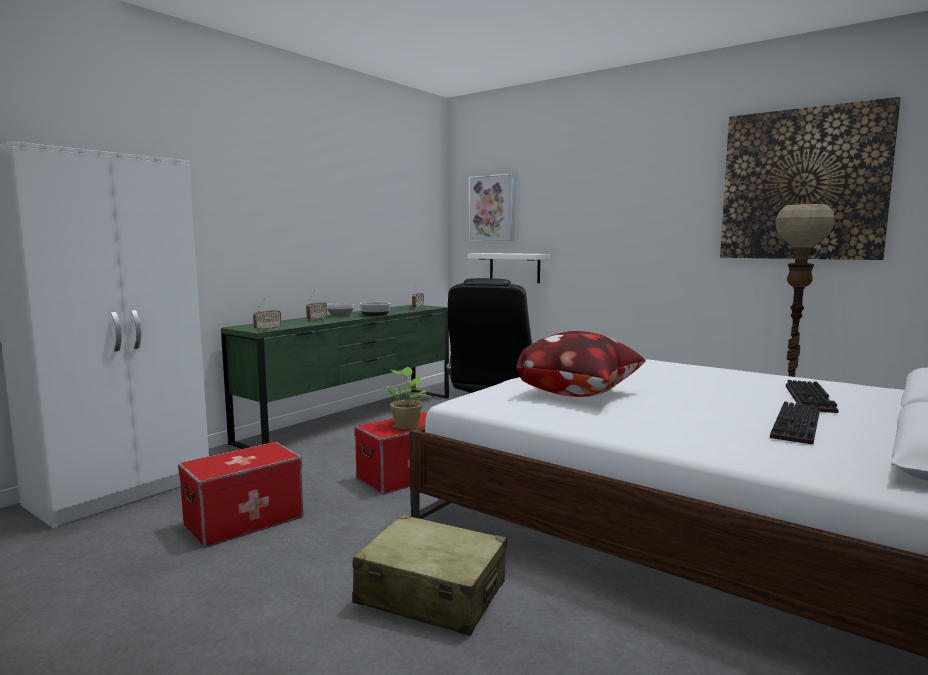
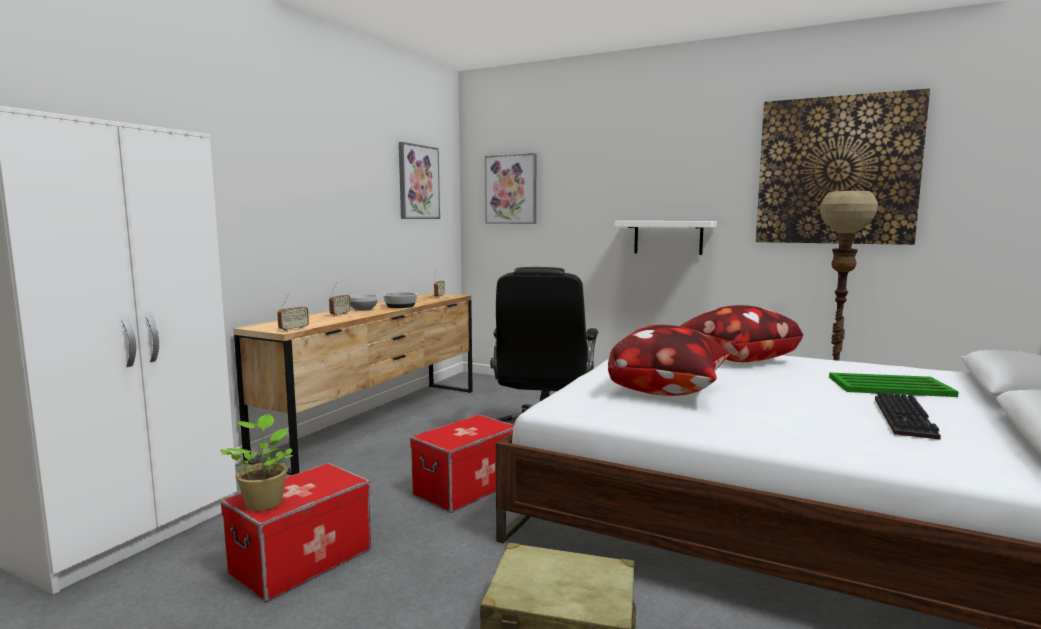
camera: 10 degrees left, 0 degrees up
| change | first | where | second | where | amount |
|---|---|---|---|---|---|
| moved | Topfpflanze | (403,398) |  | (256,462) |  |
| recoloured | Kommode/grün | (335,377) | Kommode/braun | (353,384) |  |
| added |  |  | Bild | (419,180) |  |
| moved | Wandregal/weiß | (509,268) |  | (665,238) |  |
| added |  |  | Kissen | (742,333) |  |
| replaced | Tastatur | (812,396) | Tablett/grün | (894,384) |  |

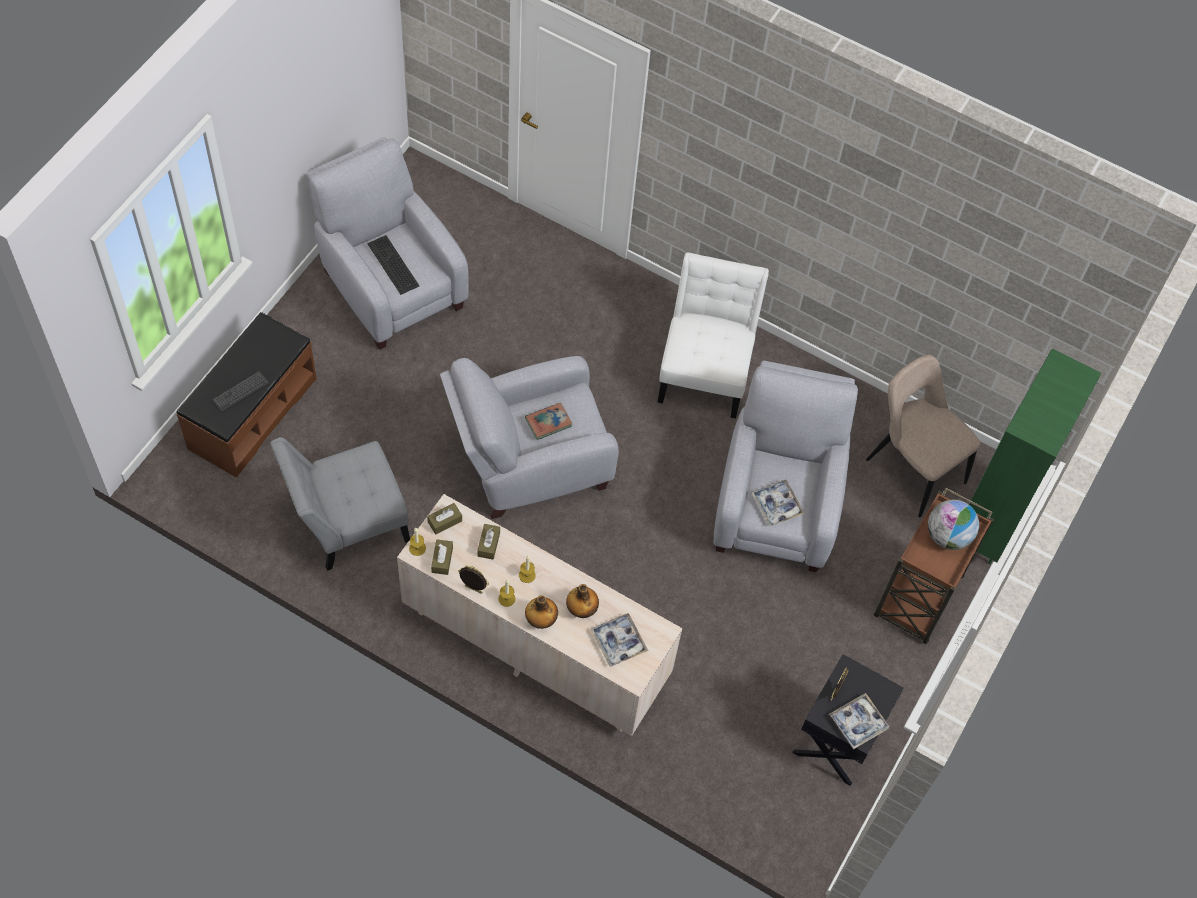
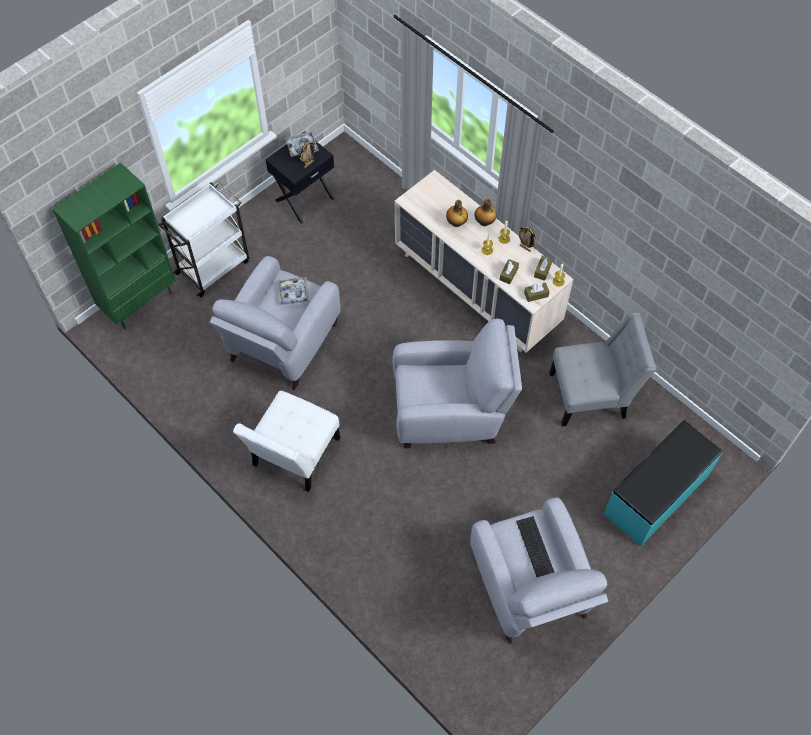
camera: 160 degrees left, 0 degrees up
| change | first | where | second | where | amount |
|---|---|---|---|---|---|
| recoloured | Rollwagen/braun | (934,566) | Rollwagen/weiß | (203,239) |  |
| recoloured | Bank/braun | (246,395) | Bank/türkis | (663,483) |  |
| removed | Tastatur | (240,392) |  |  |  |
| removed | Buch | (548,421) |  |  |  |
| removed | Tablett | (619,640) |  |  |  |
| removed | Stuhl/beige | (923,436) |  |  |  |
| removed | Globus | (953,525) |  |  |  |

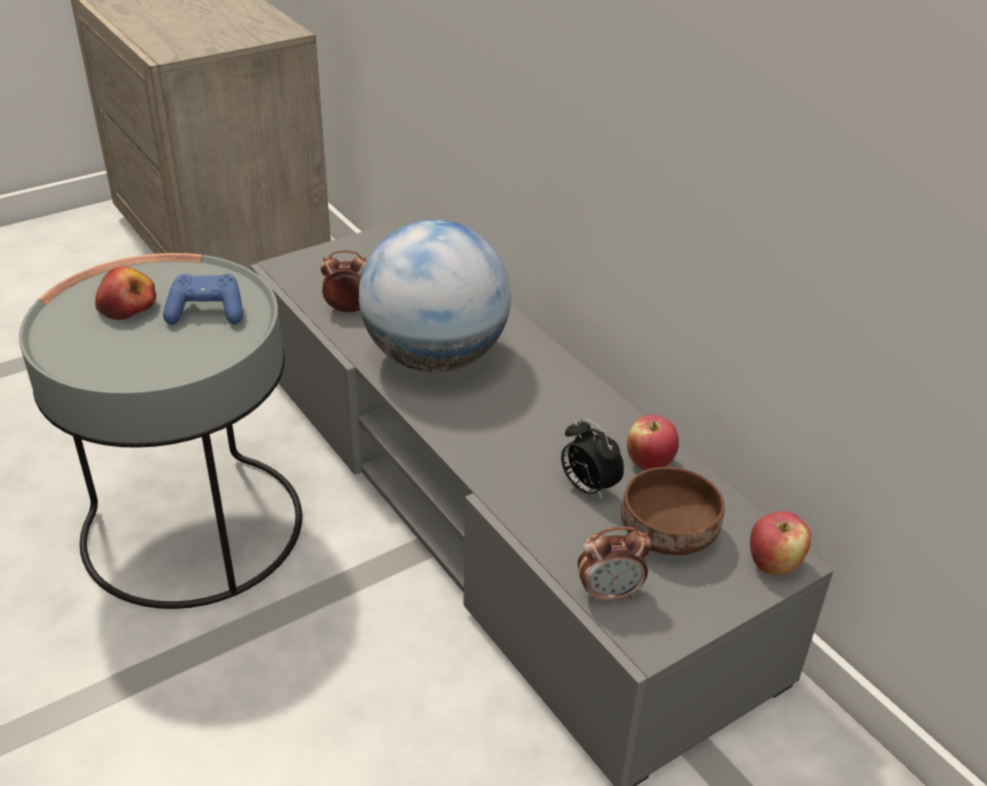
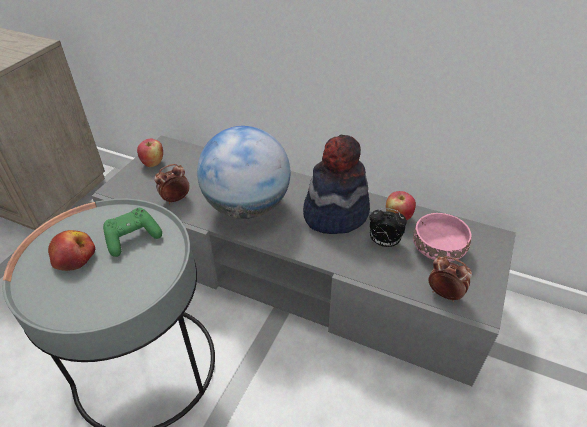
camera: 30 degrees left, 5 degrees up
| change | first | where | second | where | amount |
|---|---|---|---|---|---|
| recoloured | Gamepad/blau | (203,299) | Gamepad/grün | (132,232) |  |
| moved | Apfel | (780,543) |  | (150,152) |  |
| added |  |  | Hut | (336,184) |  |
| recoloured | Schüssel/braun | (673,511) | Schüssel/rosa | (442,237) |  |
| turned | Wecker | (614,565) |  | (450,279) | 105 degrees counterclockwise |

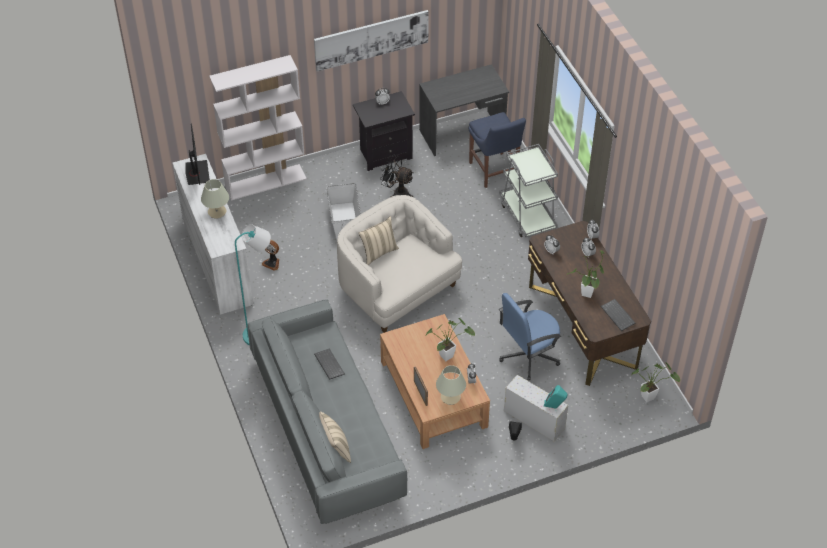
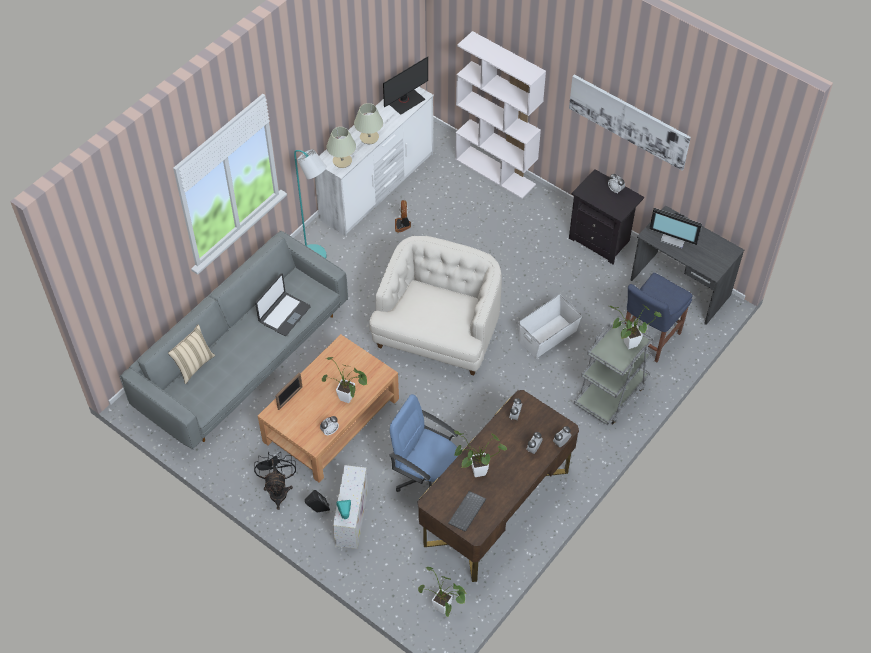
camera: 60 degrees right, 5 degrees up
| change | first | where | second | where | amount |
|---|---|---|---|---|---|
| moved | Ventilator/schwarz | (396,176) |  | (275,481) |  |
| replaced | Tastatur | (329,364) | Laptop | (283,304) |  |
| moved | Tischlampe/beige | (451,385) |  | (341,147) |  |
| moved | Aufbewahrungsbox/weiß | (343,211) |  | (550,326) |  |
| added |  |  | Topfpflanze | (635,326) |  |
| added |  |  | Monitor | (675,228) |  |
| removed | Kissen/beige | (379,240) |  |  |  |

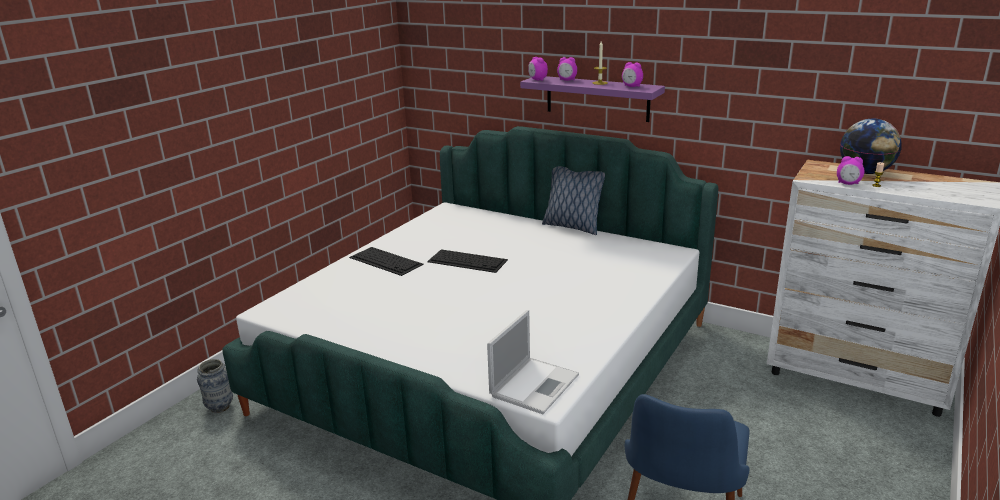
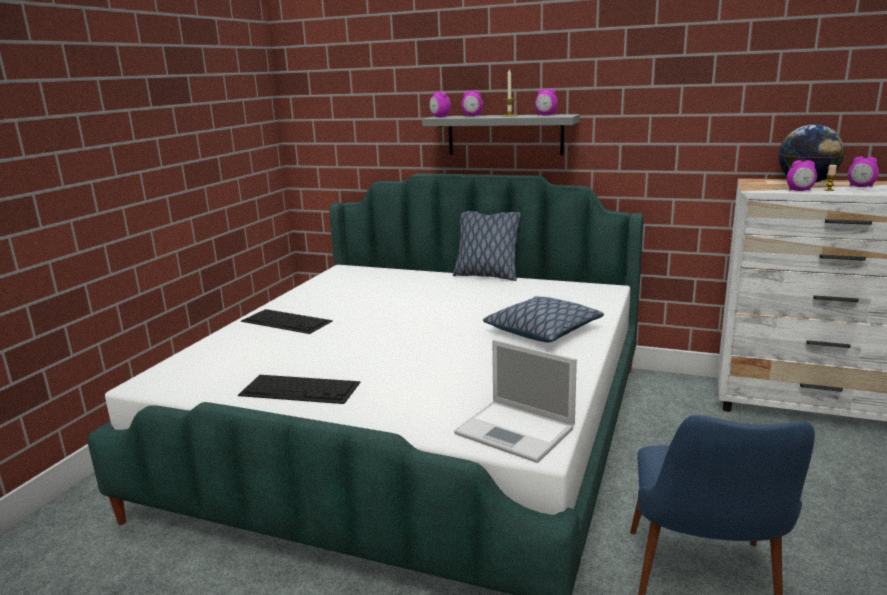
camera: 10 degrees left, 5 degrees down
| change | first | where | second | where | amount |
|---|---|---|---|---|---|
| moved | Tastatur | (467,261) |  | (299,389) |  |
| recoloured | Wandregal/lila | (592,99) | Wandregal/grau | (501,134) |  |
| turned | Laptop | (533,362) |  | (515,401) | 105 degrees clockwise |
| added |  |  | Kissen | (543,319) |  |
| added |  |  | Wecker | (863,171) |  |
| removed | Vase | (215,386) |  |  |  |

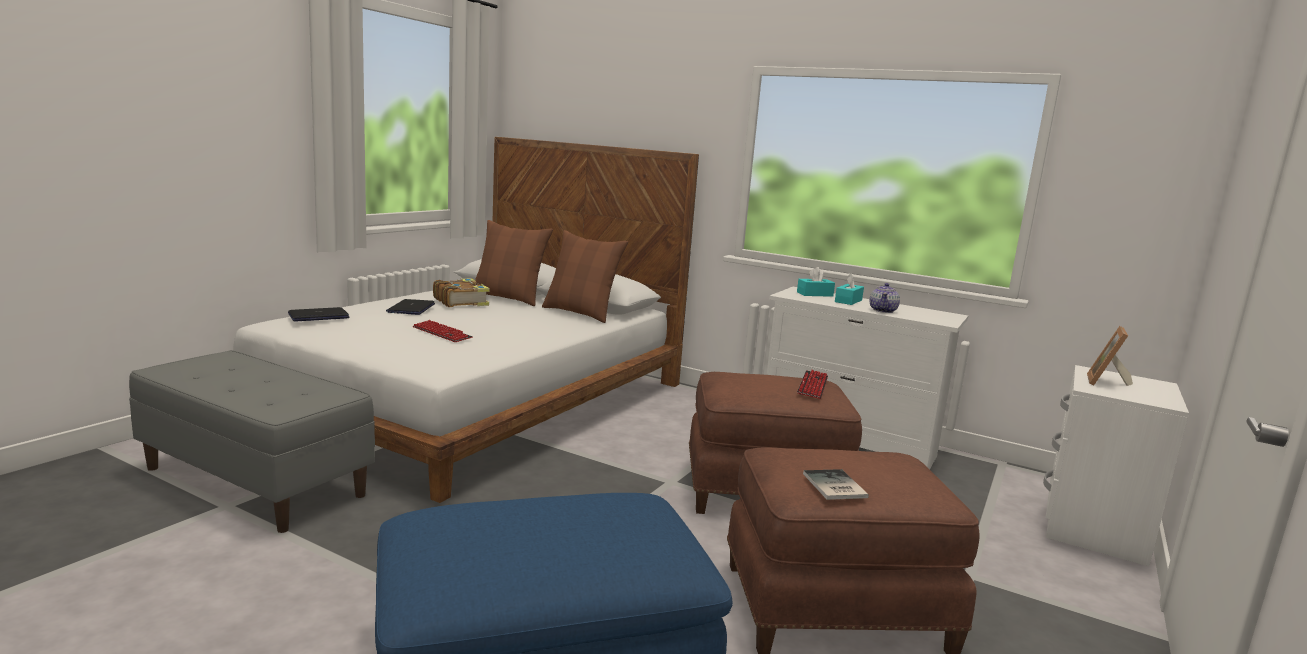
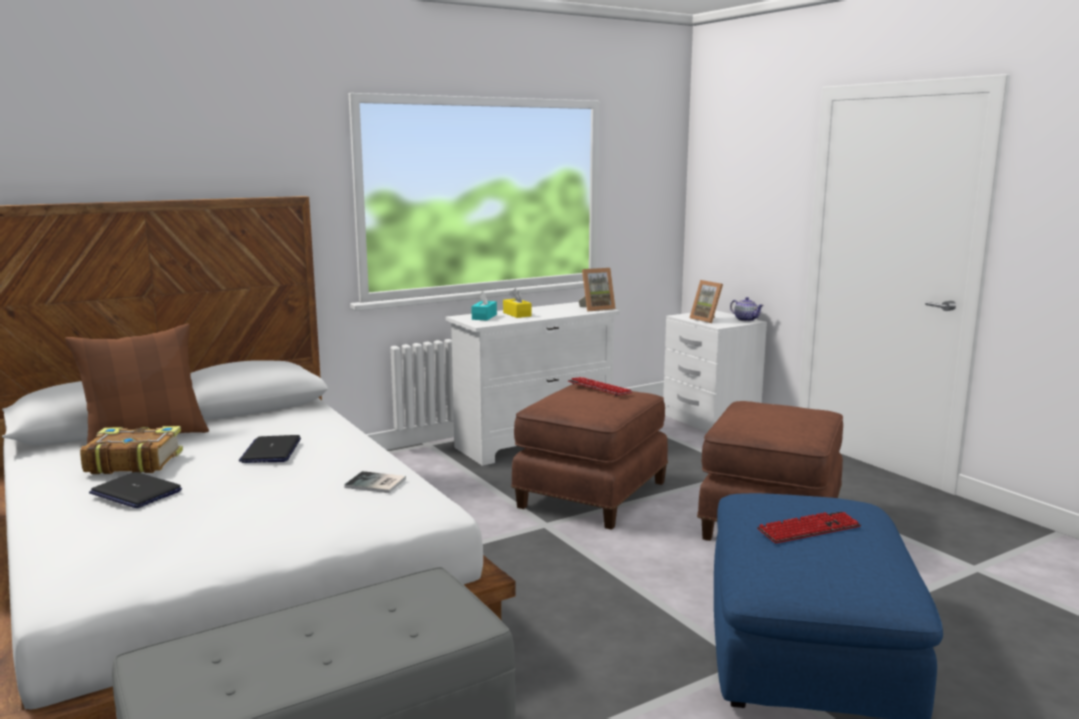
camera: 60 degrees left, 0 degrees up
| change | first | where | second | where | amount |
|---|---|---|---|---|---|
| moved | Laptop | (318,314) |  | (270,449) |  |
| moved | Buch | (836,484) |  | (375,482) |  |
| recoloured | Taschentuchbox/türkis | (849,289) | Taschentuchbox/gelb | (517,303) |  |
| added |  |  | Bilderrahmen | (597,290) |  |
| moved | Teekanne | (885,298) |  | (747,309) |  |
| moved | Tastatur | (442,331) |  | (809,527) |  |
| removed | Kissen/braun | (585,276) |  |  |  |

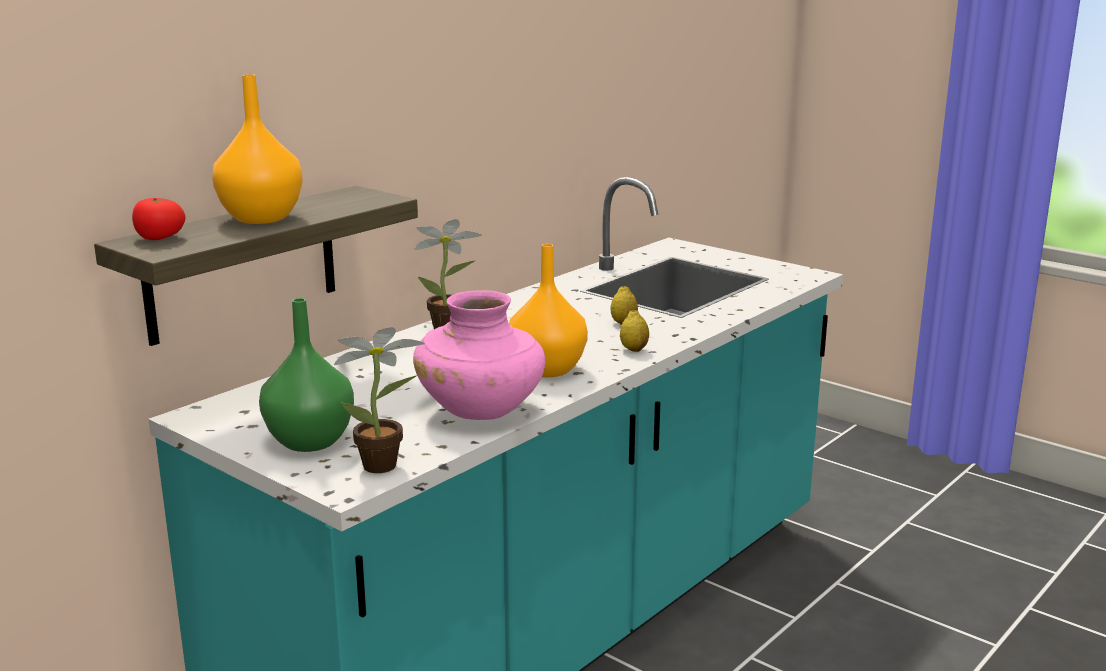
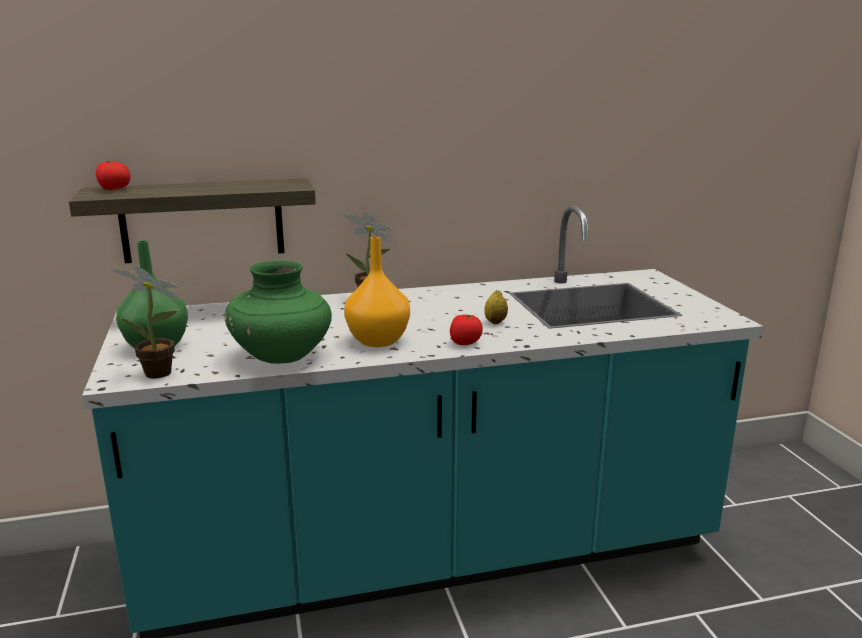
camera: 35 degrees right, 0 degrees up
| change | first | where | second | where | amount |
|---|---|---|---|---|---|
| recoloured | Vase/rosa | (479,355) | Vase/grün | (278,312) |  |
| replaced | Zitrone | (634,331) | Tomate | (466,330) |  |
| removed | Vase/orange | (257,149) |  |  |  |

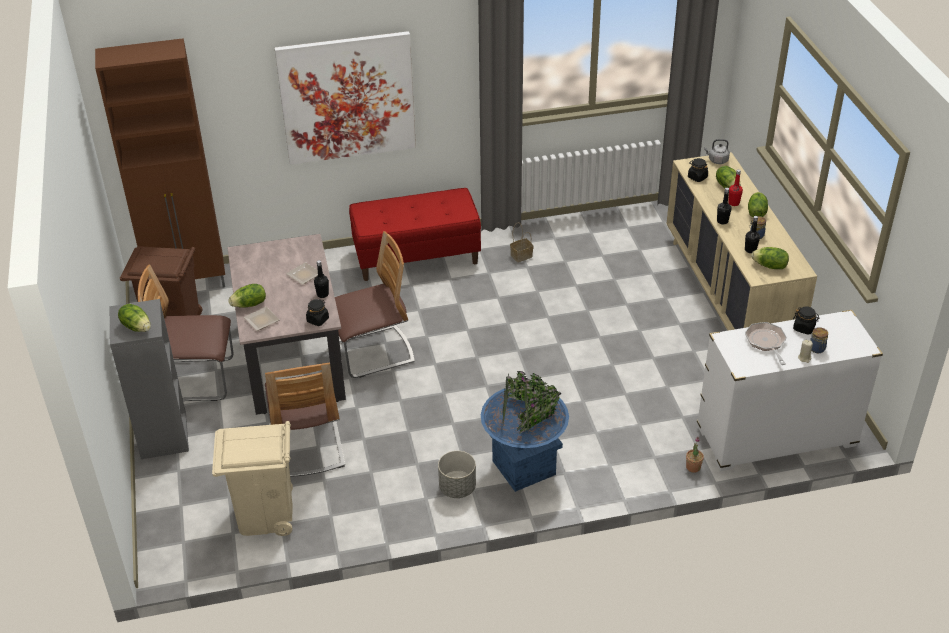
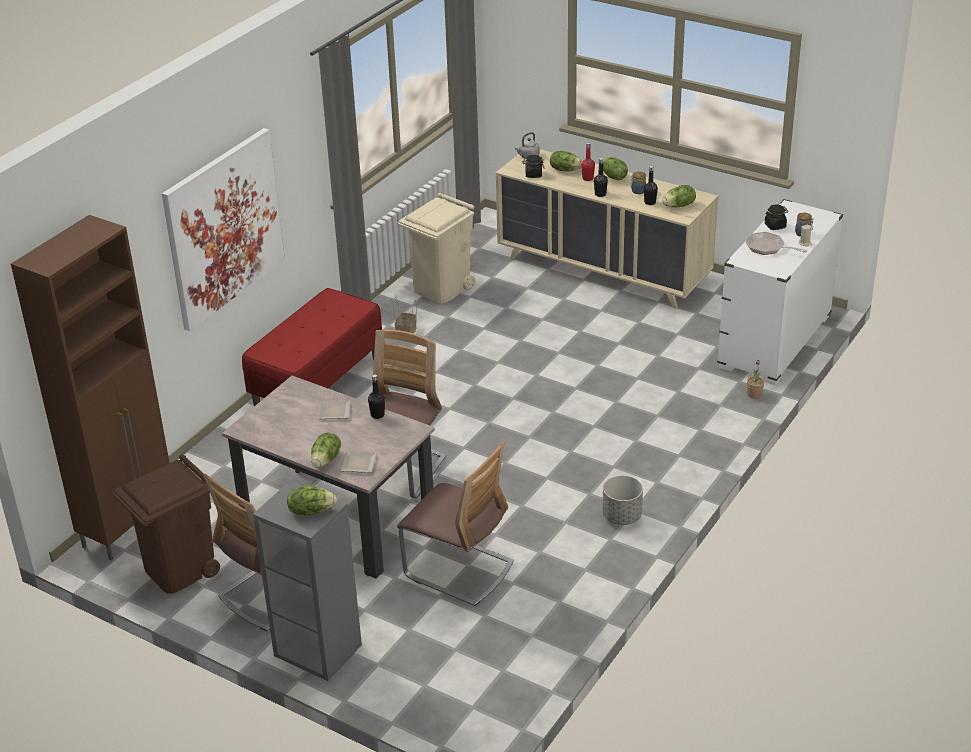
camera: 45 degrees left, 5 degrees down
| change | first | where | second | where | amount |
|---|---|---|---|---|---|
| moved | Mülleimer/beige | (252,478) |  | (436,248) |  |
| removed | Vorratsglas/schwarz | (317,312) |  |  |  |
| removed | Pflanzkübel/blau | (525,431) |  |  |  |

